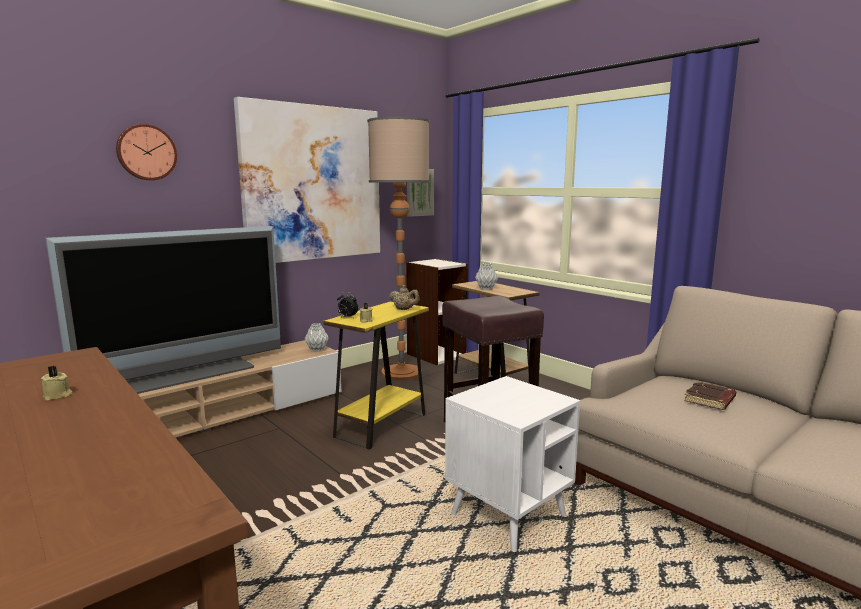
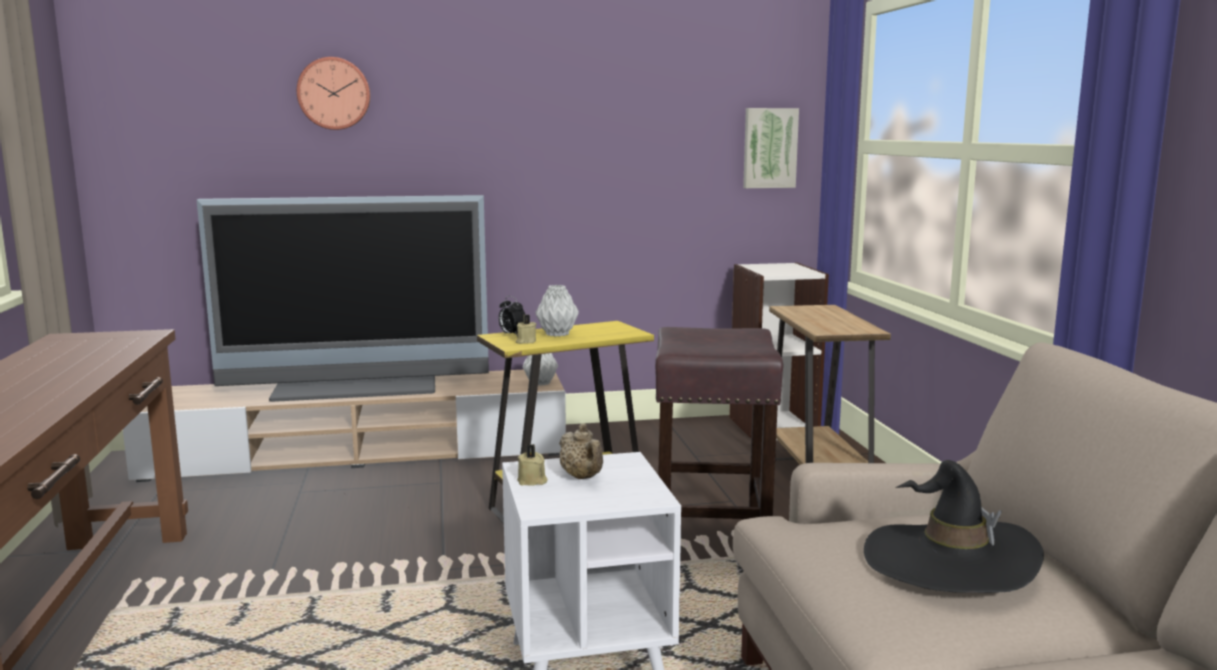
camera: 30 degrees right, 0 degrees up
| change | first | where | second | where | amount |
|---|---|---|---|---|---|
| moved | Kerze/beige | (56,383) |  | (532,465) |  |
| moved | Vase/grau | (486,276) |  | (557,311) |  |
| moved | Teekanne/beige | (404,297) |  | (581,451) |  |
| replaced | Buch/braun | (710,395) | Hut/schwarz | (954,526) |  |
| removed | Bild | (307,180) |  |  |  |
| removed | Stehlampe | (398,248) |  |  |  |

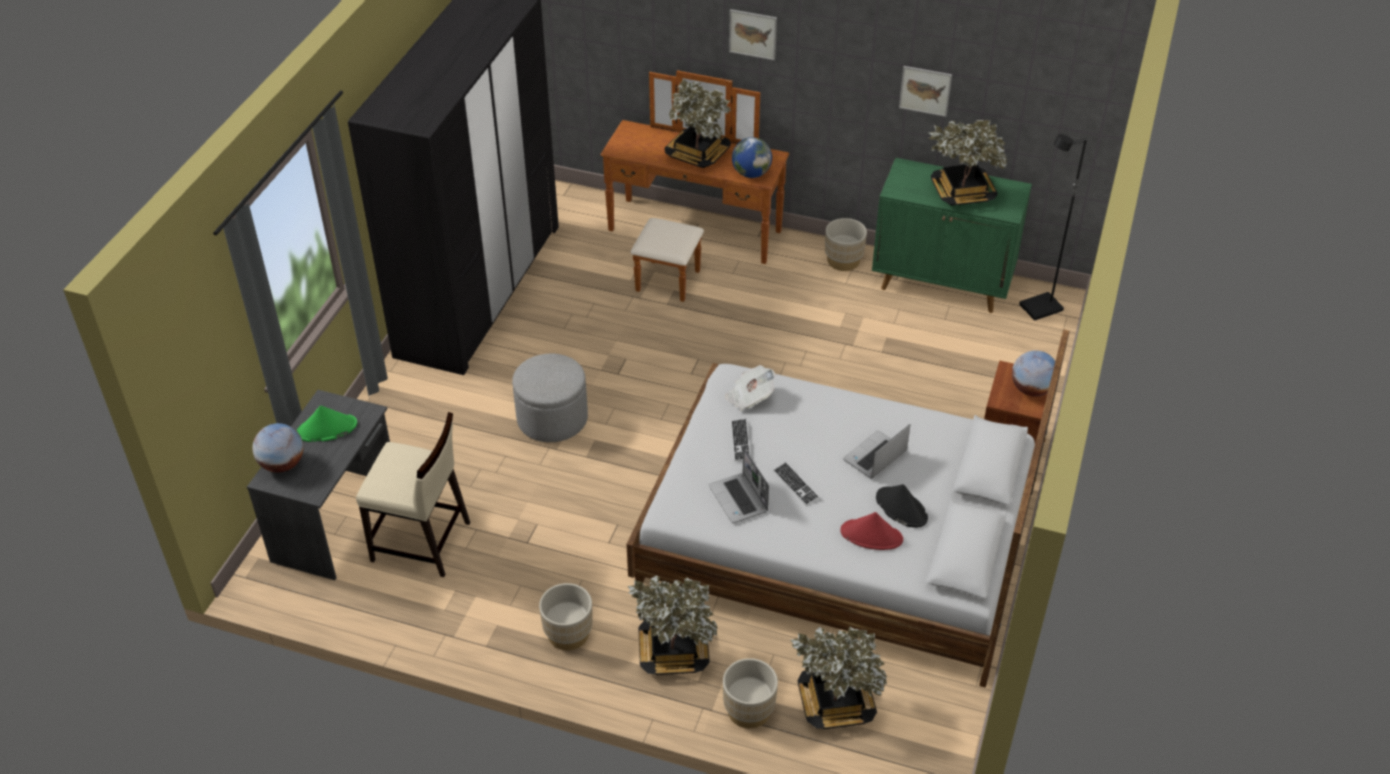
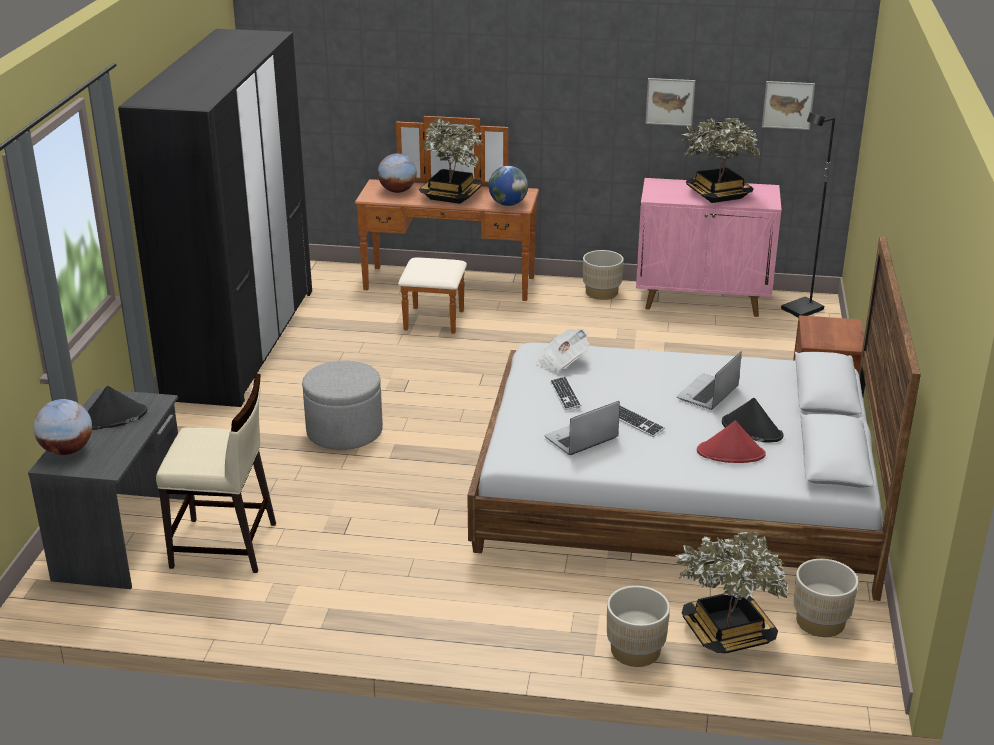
camera: 10 degrees left, 15 degrees down
| change | first | where | second | where | amount |
|---|---|---|---|---|---|
| recoloured | Hut/grün | (327,424) | Hut/schwarz | (117,408) |  |
| moved | Globus | (1033,373) |  | (397,173) |  |
| turned | Laptop | (739,485) |  | (582,428) | 90 degrees clockwise |
| recoloured | Schrank/grün | (952,235) | Schrank/rosa | (709,247) |  |
| moved | Bild | (753,35) |  | (788,105) |  |
| moved | Pflanzkübel/beige | (566,616) |  | (826,598) |  |
| removed | Topfpflanze | (673,625) |  |  |  |

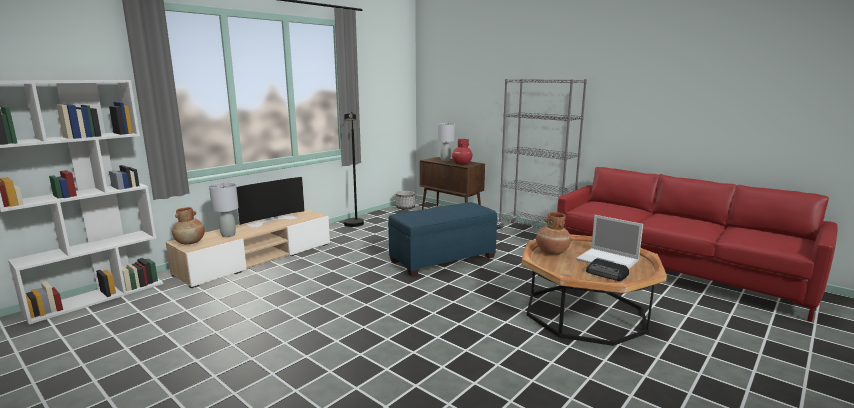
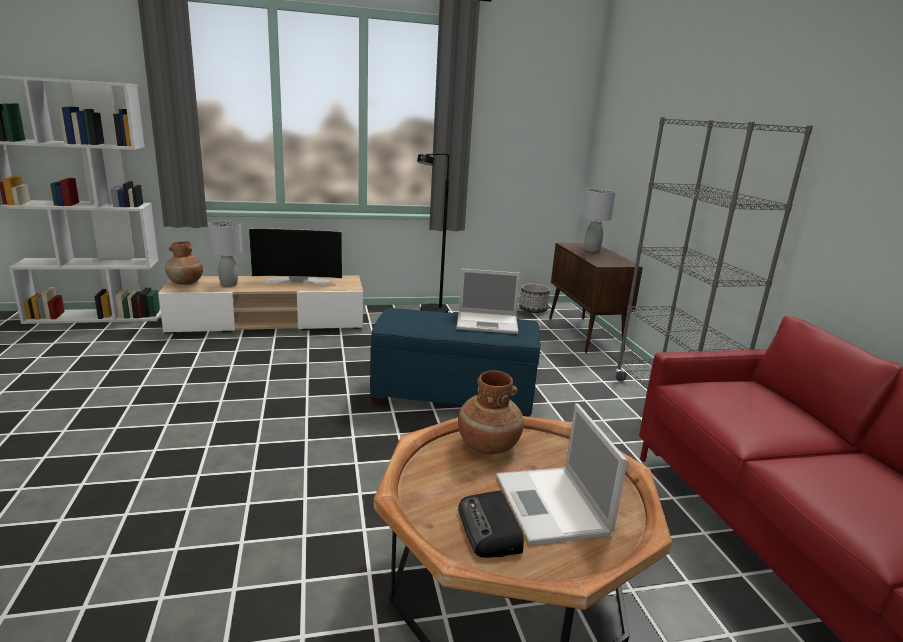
camera: 35 degrees right, 5 degrees up
| change | first | where | second | where | amount |
|---|---|---|---|---|---|
| added |  |  | Laptop | (488,301) |  |
| removed | Vase/rot | (462,152) |  |  |  |

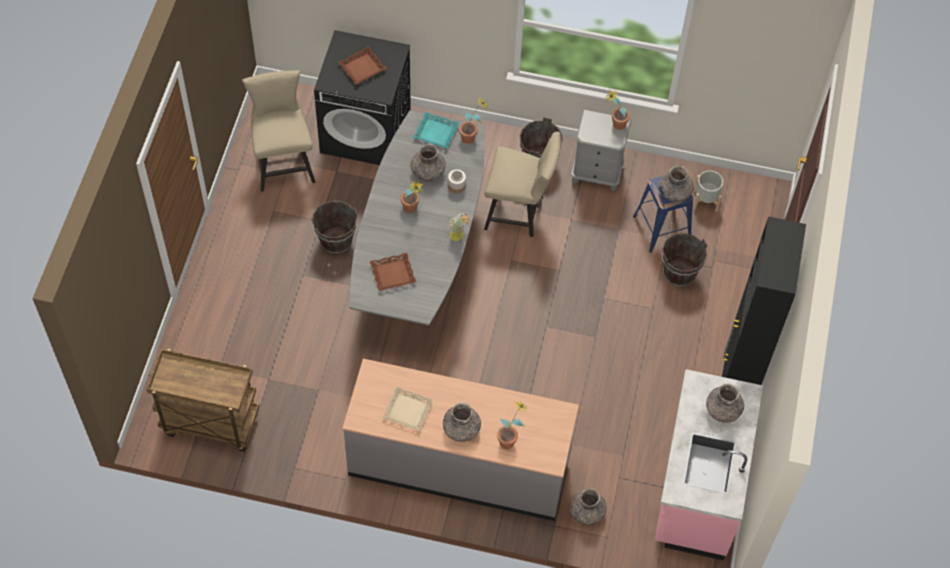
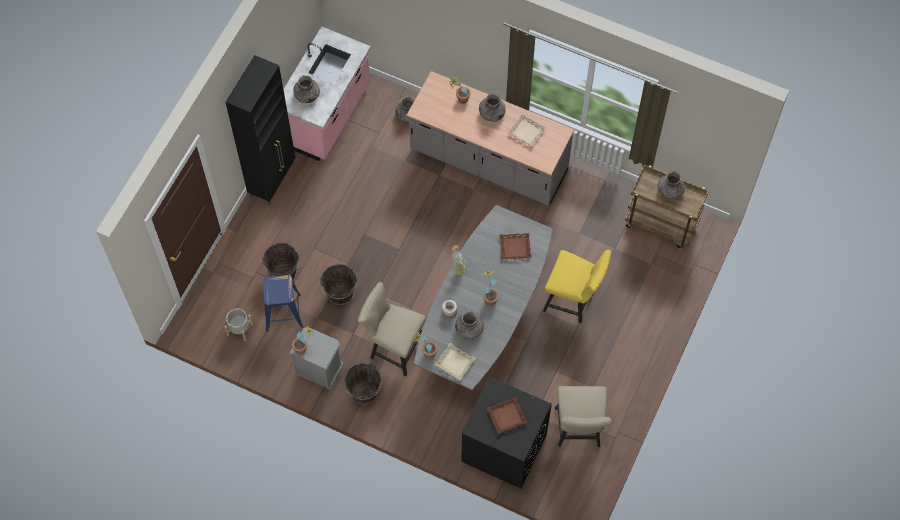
camera: 165 degrees left, 5 degrees up
| change | first | where | second | where | amount |
|---|---|---|---|---|---|
| moved | Eimer/braun | (334,227) |  | (338,284) |  |
| recoloured | Tablett/türkis | (436,130) | Tablett/beige | (455,362) |  |
| added |  |  | Stuhl/gelb | (577,286) |  |
| moved | Vase/grau | (676,183) |  | (671,185) |  |

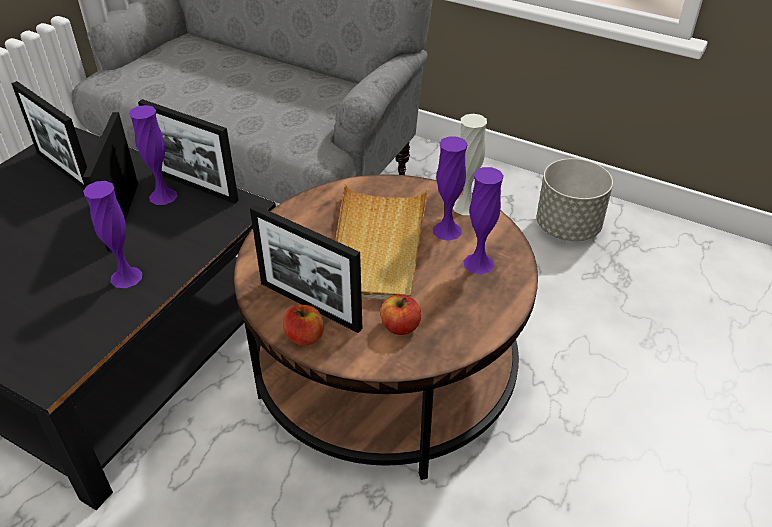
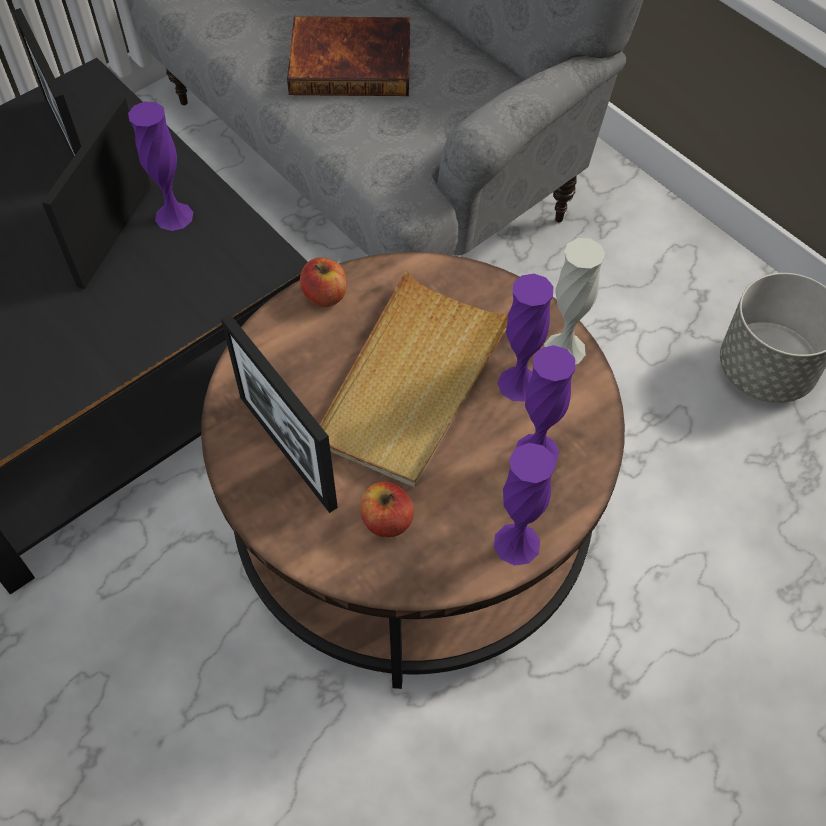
camera: 20 degrees right, 15 degrees up
| change | first | where | second | where | amount |
|---|---|---|---|---|---|
| added |  |  | Buch | (348,56) |  |
| moved | Apfel | (303,325) |  | (323,282) |  |
| moved | Vase/lila | (112,234) |  | (524,504) |  |
| removed | Bilderrahmen | (188,151) |  |  |  |

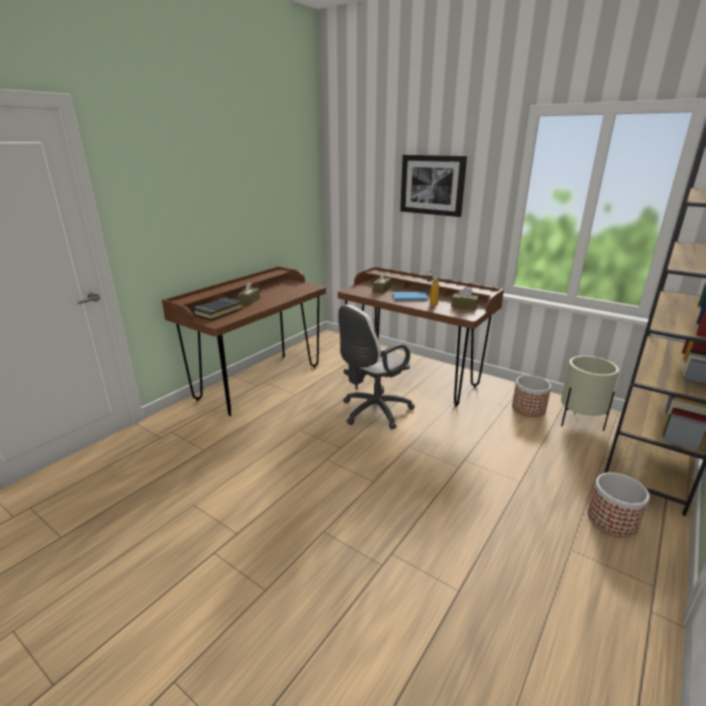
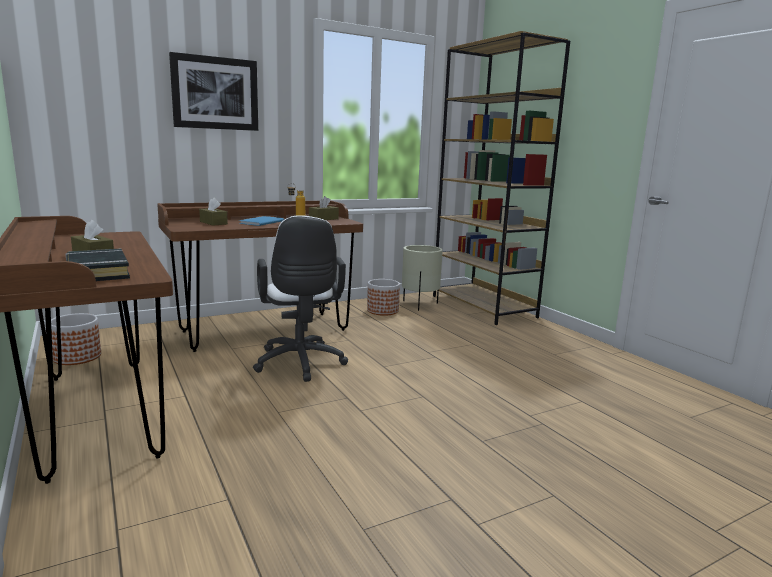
camera: 65 degrees left, 10 degrees down
| change | first | where | second | where | amount |
|---|---|---|---|---|---|
| moved | Pflanzkübel | (618,505) |  | (76,339) |  |

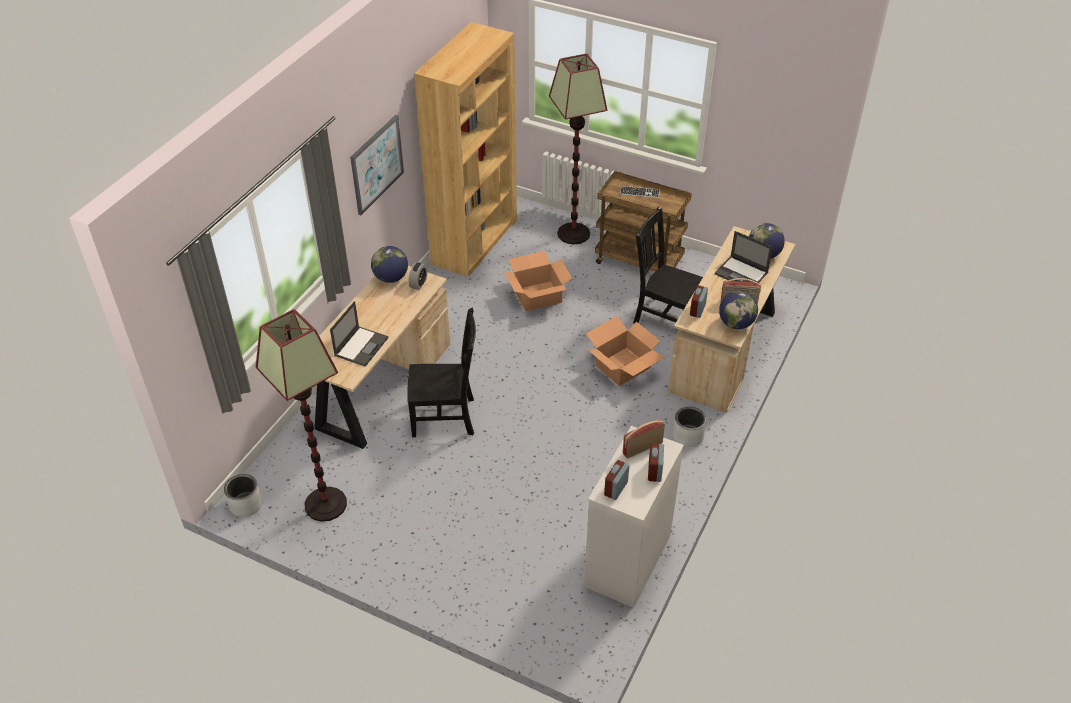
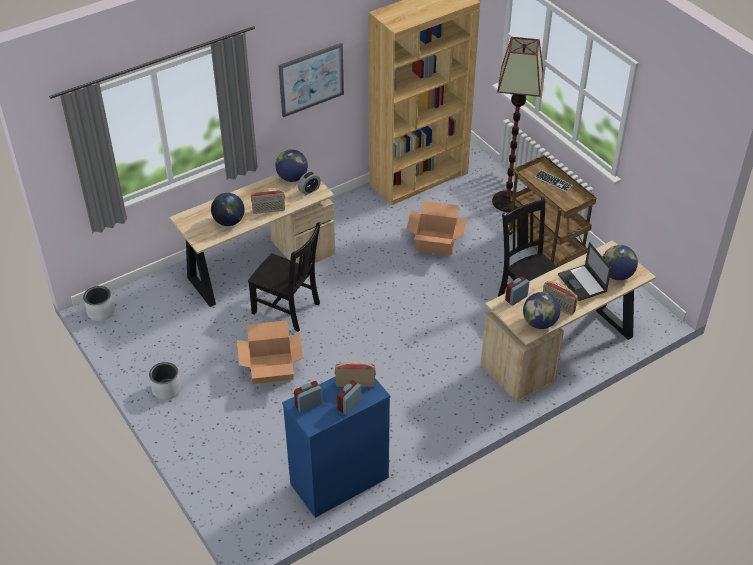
camera: 30 degrees right, 0 degrees up
| change | first | where | second | where | amount |
|---|---|---|---|---|---|
| moved | Pflanzkübel/grau | (689,427) |  | (165,381) |  |
| replaced | Laptop | (359,334) | Globus | (228,209) |  |
| moved | Karton | (625,351) |  | (270,352) |  |
| added |  |  | Radio | (268,201) |  |
| recoloured | Kommode/weiß | (634,517) | Kommode/blau | (336,447) |  |
| removed | Stehlampe | (301,415) |  |  |  |

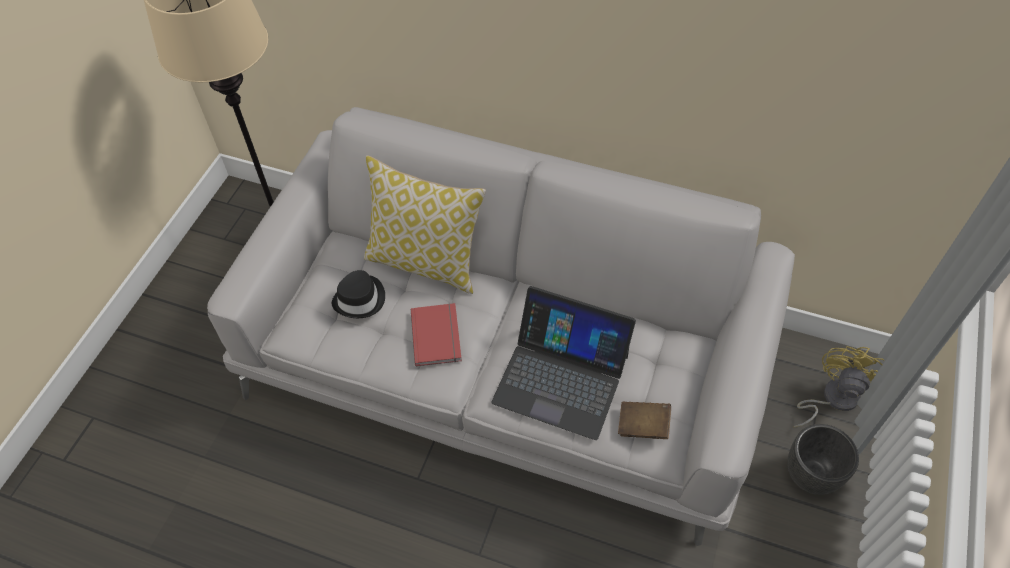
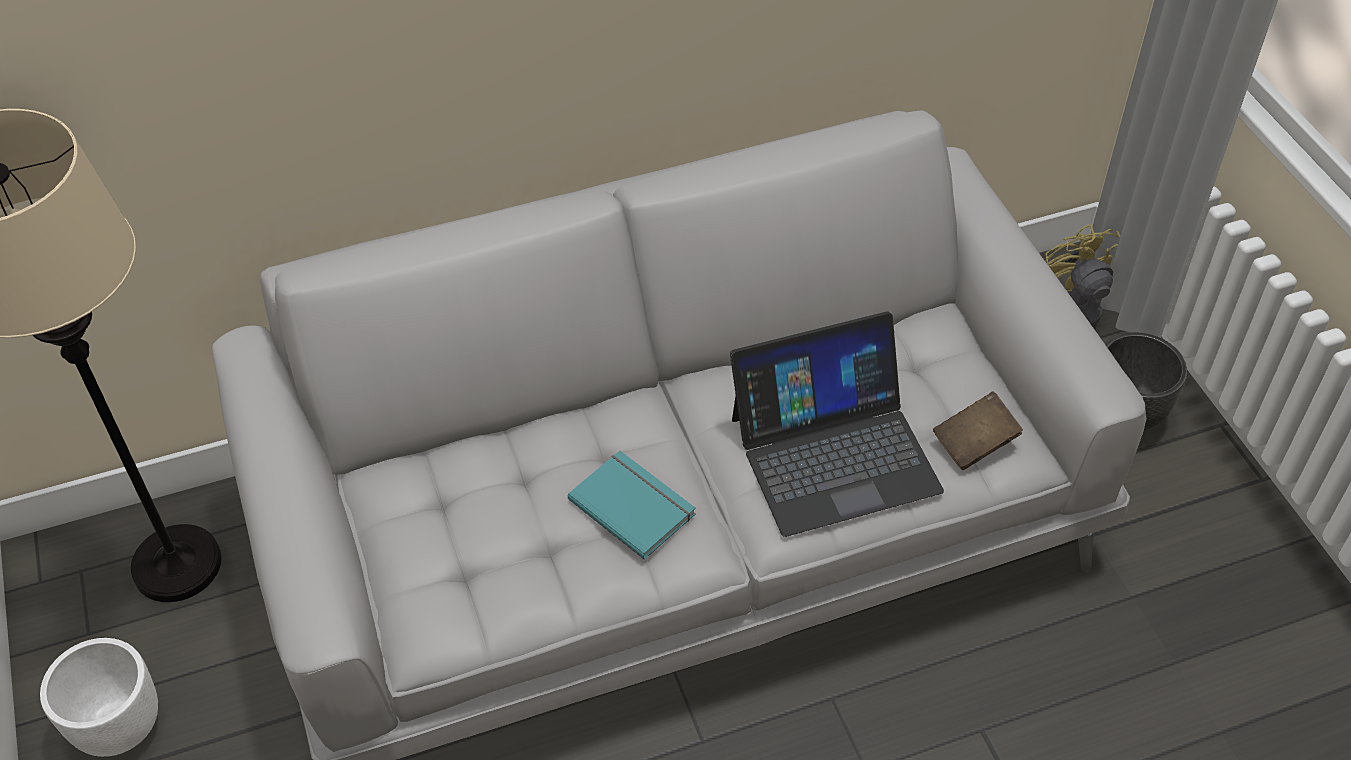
camera: 40 degrees left, 5 degrees down
| change | first | where | second | where | amount |
|---|---|---|---|---|---|
| added |  |  | Pflanzkübel/weiß | (99,697) |  |
| recoloured | Buch/rot | (436,334) | Buch/türkis | (632,505) |  |
| removed | Hut/schwarz | (358,294) |  |  |  |
| removed | Kissen | (425,224) |  |  |  |

